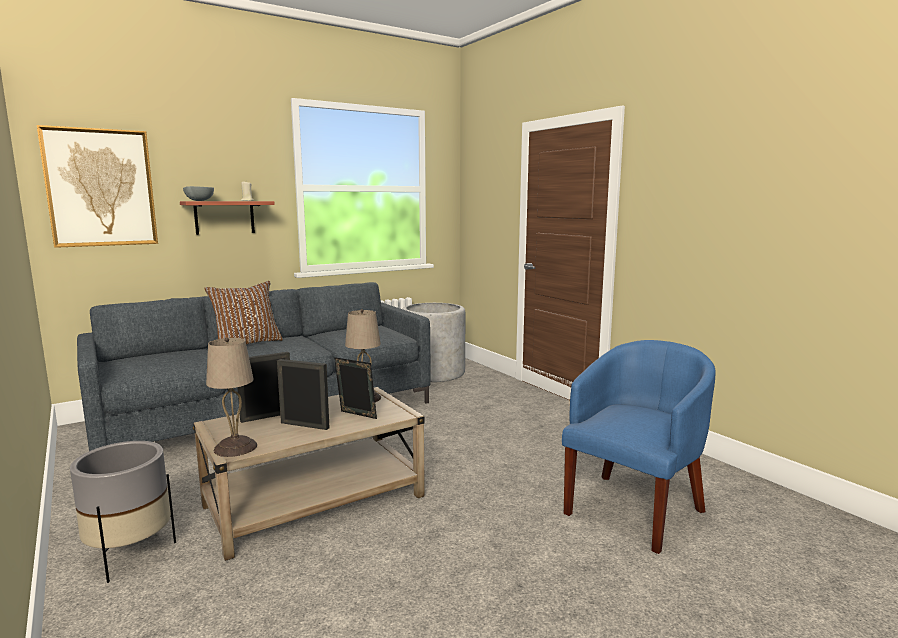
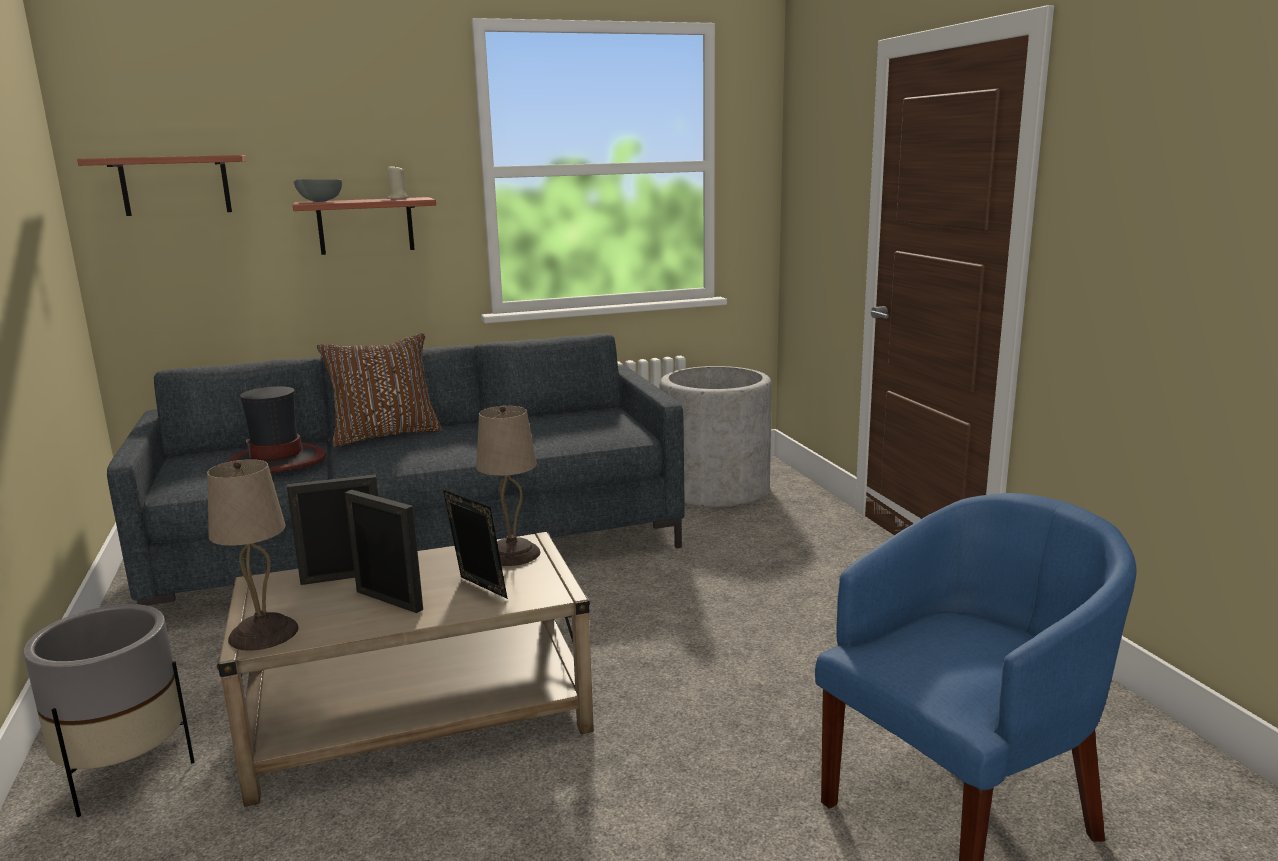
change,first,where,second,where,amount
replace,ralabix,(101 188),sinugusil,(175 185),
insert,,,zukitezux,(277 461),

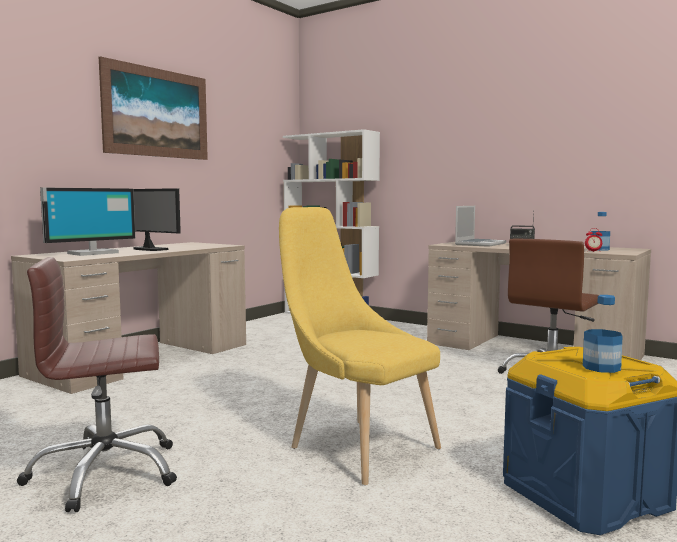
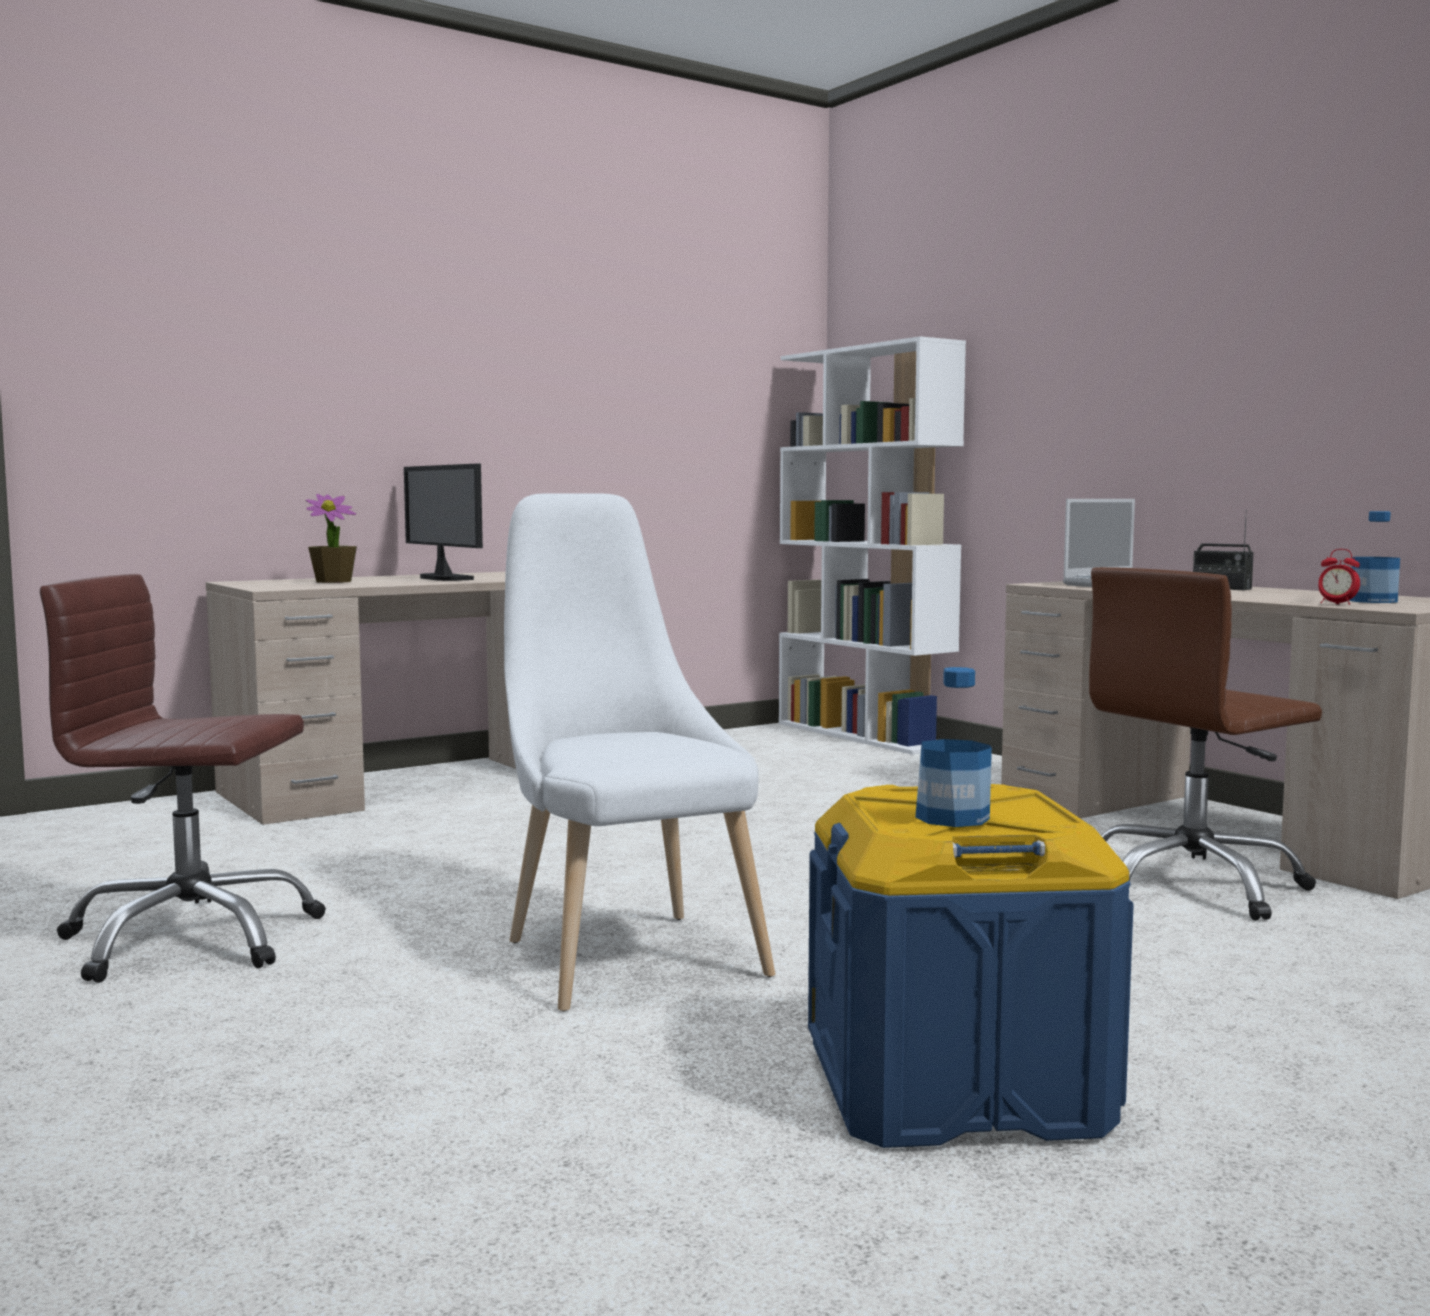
change,first,where,second,where,amount
replace,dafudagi,(92 253),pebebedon,(334 581),
recolor,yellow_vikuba,(356 446),white_vikuba,(625 953),
delete,ralabix,(157 113),,,

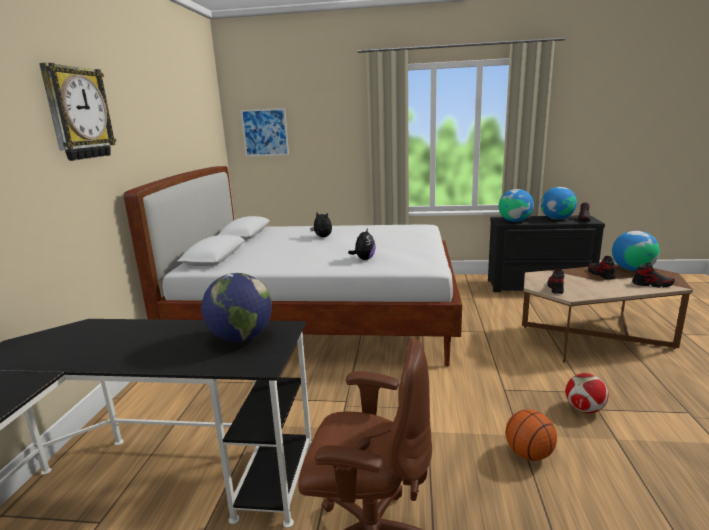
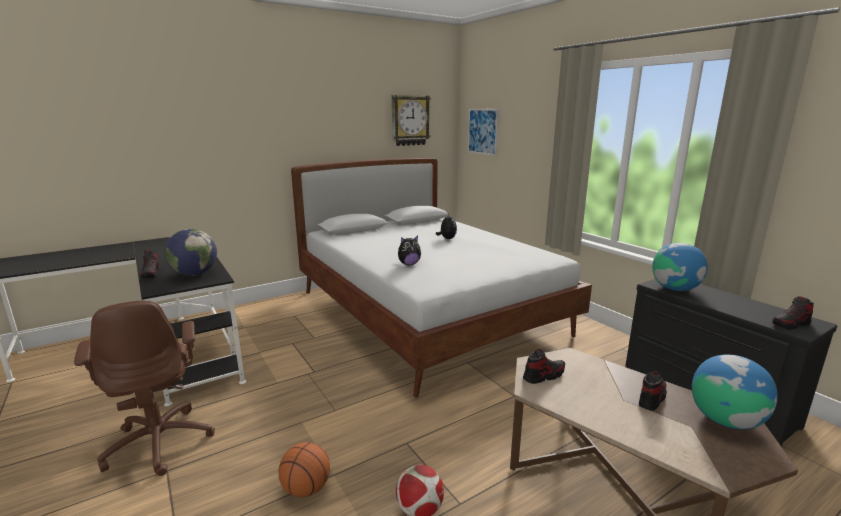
change,first,where,second,where,amount
move,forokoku,(652 284),,(151 274),
move,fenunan,(78 113),,(410 120),
delete,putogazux,(557 219),,,

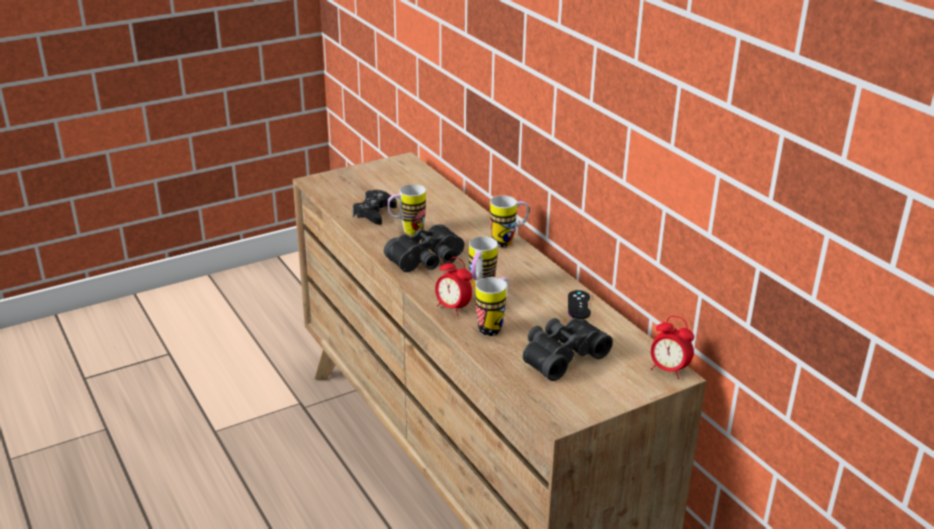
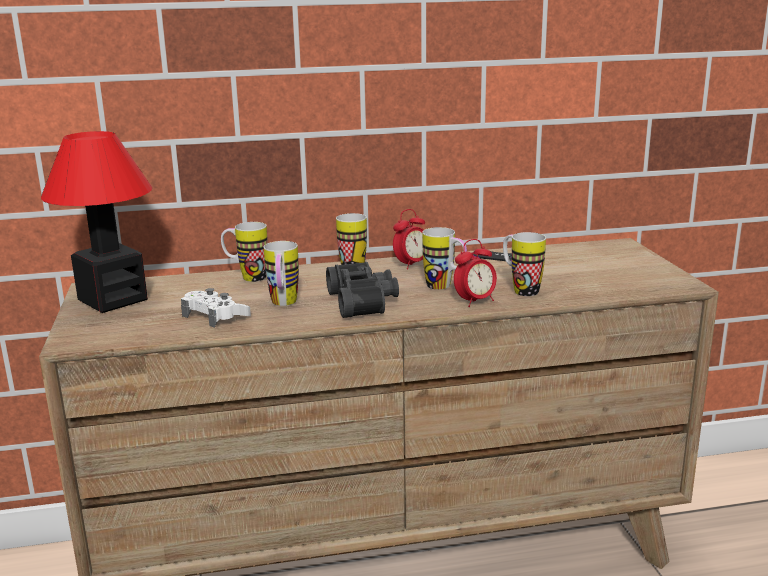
change,first,where,second,where,amount
insert,,,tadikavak,(111 300),
recolor,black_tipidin,(374 213),white_tipidin,(215 316),
insert,,,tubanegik,(247 277),
move,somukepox,(668 370),,(412 265),
delete,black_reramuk,(561 355),,,

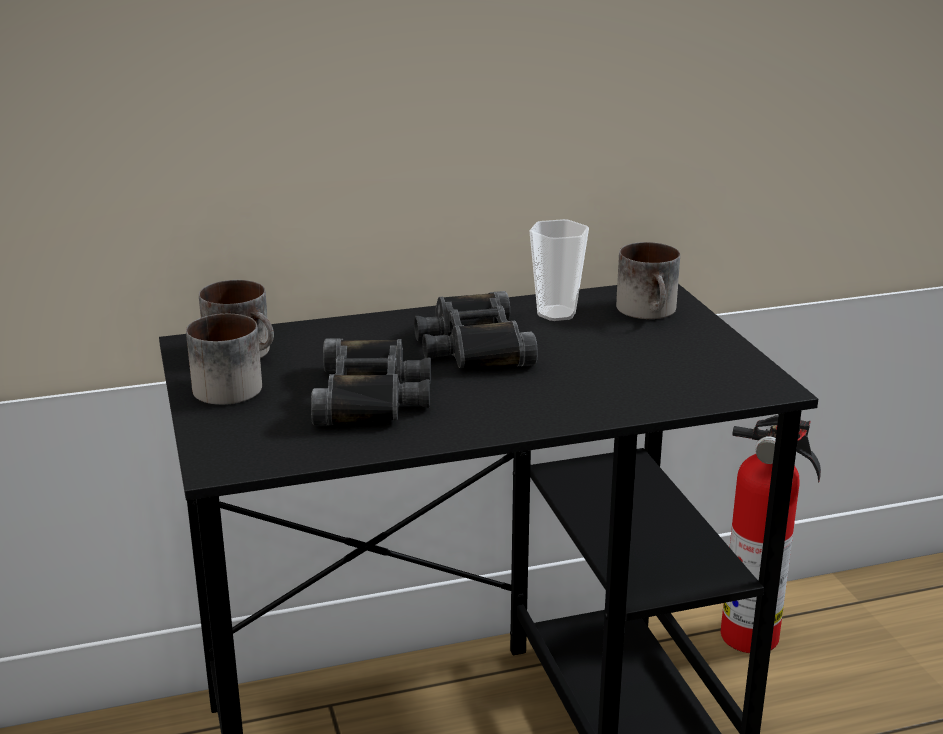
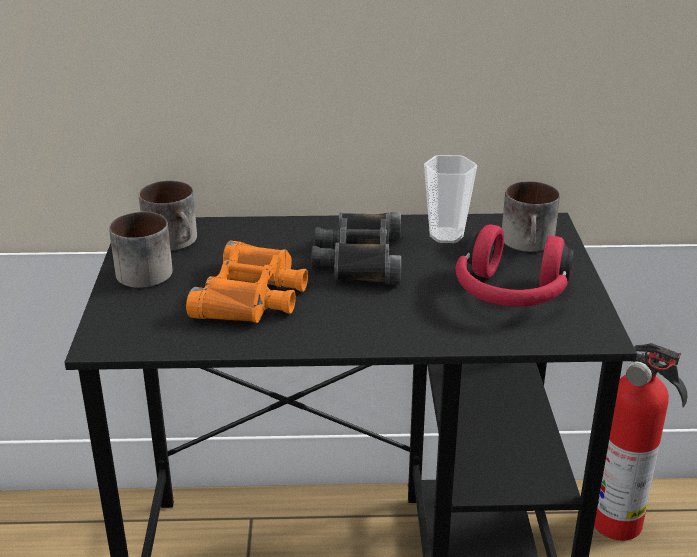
change,first,where,second,where,amount
recolor,black_reramuk,(372 395),orange_reramuk,(252 295),
insert,,,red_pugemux,(509 294),

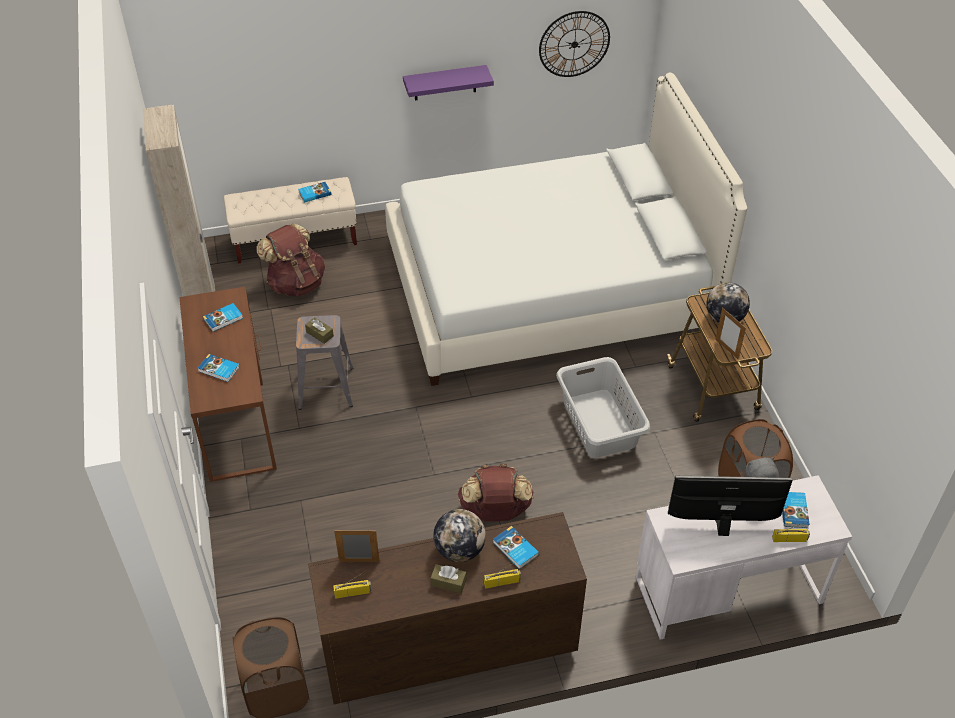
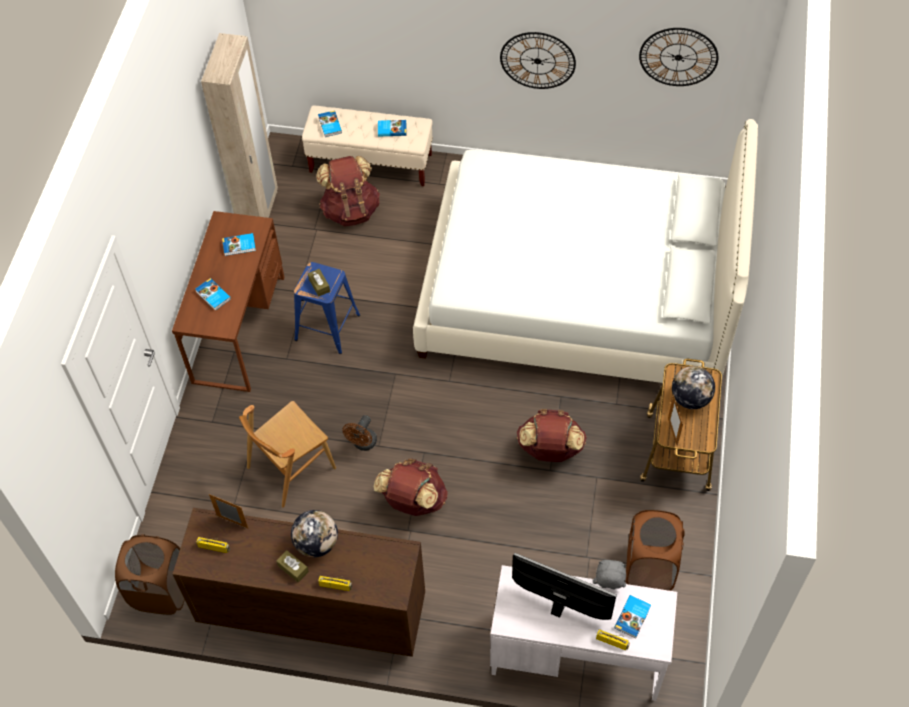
change,first,where,second,where,amount
insert,,,brown_vikuba,(290 467),
recolor,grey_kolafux,(327 388),blue_kolafux,(328 327),
move,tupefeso,(515 549),,(329 125),
insert,,,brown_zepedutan,(363 444),
replace,purple_sinugusil,(445 83),fenunan,(537 60),
replace,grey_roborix,(599 423),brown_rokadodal,(550 450),

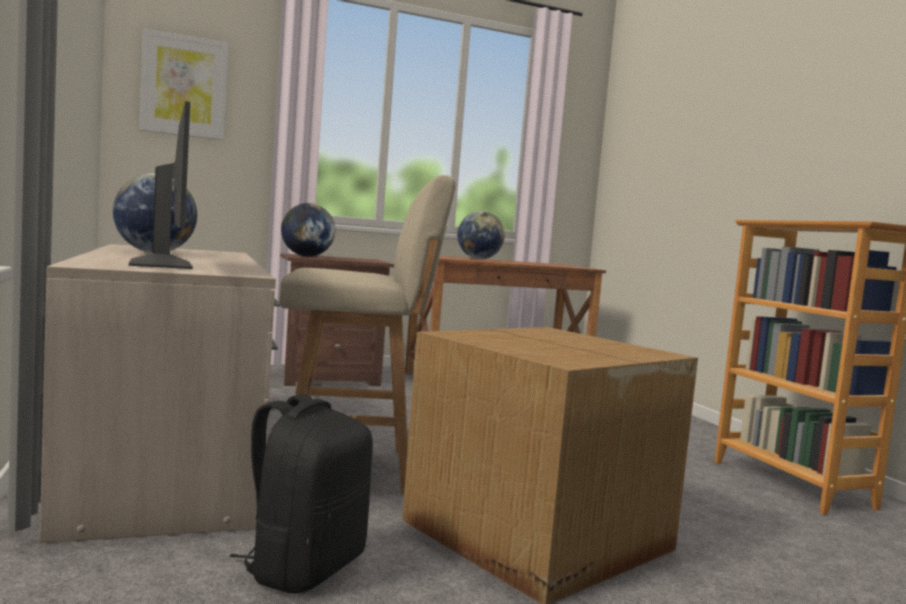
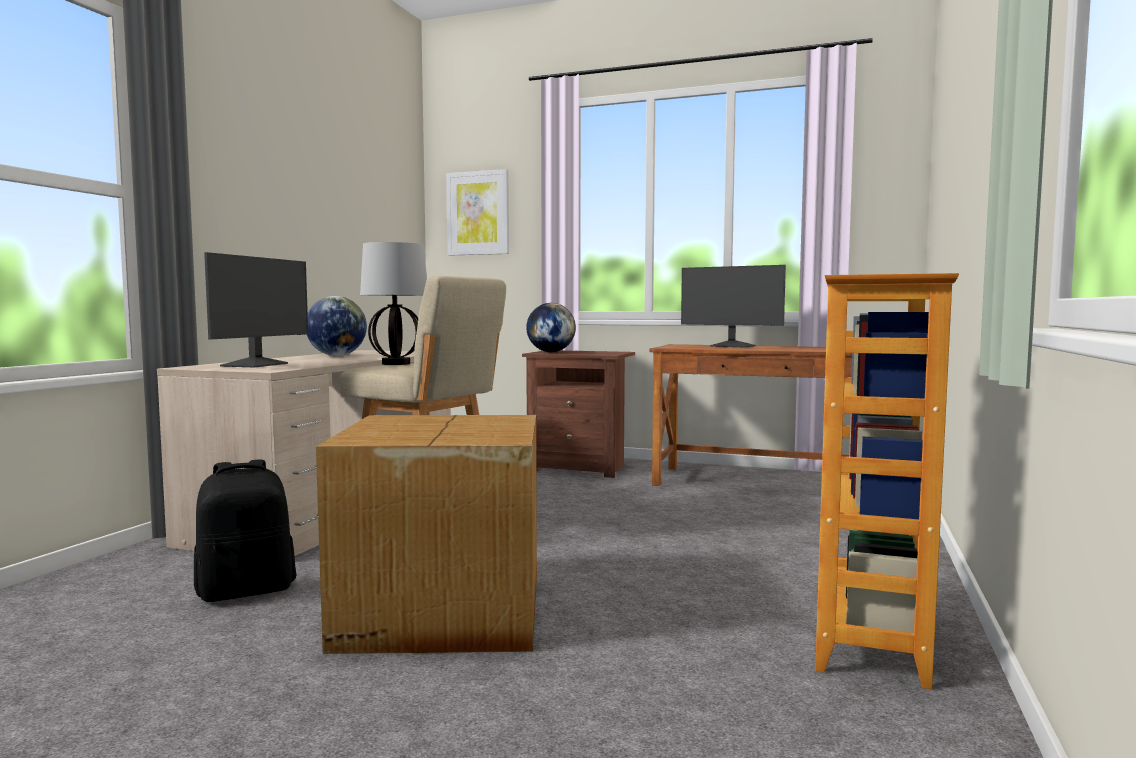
change,first,where,second,where,amount
insert,,,tadikavak,(397 364),
replace,putogazux,(479 259),dafudagi,(732 346),

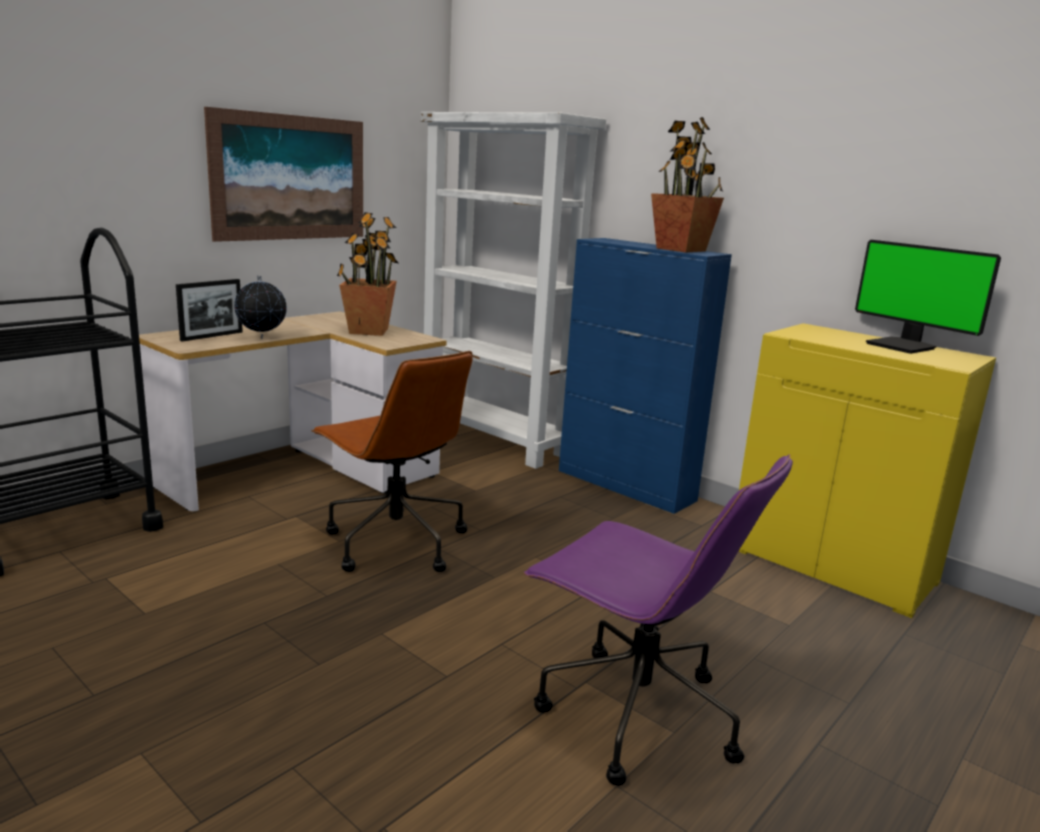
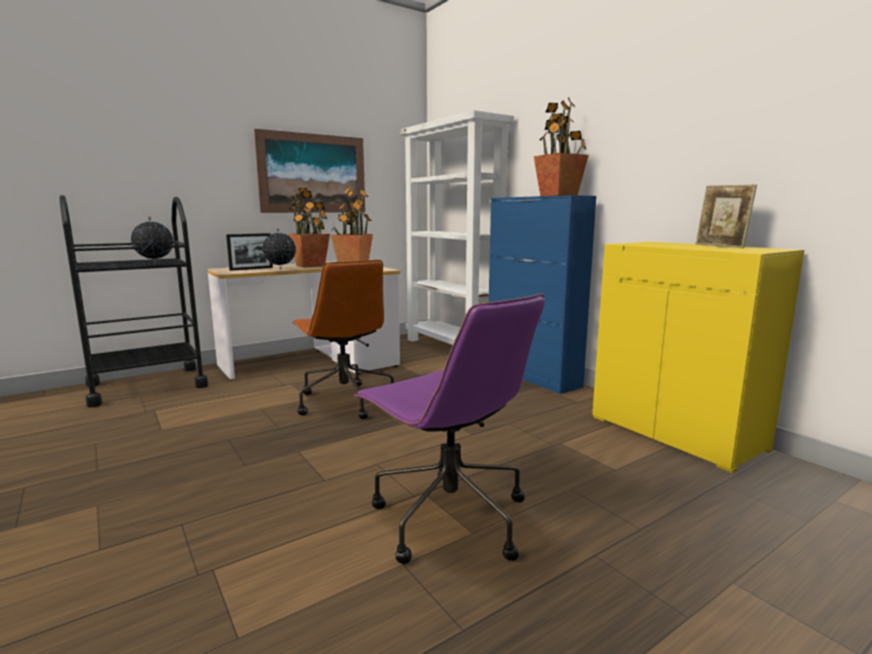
change,first,where,second,where,amount
insert,,,putogazux,(155 264),
insert,,,pebebedon,(311 266),
replace,dafudagi,(903 346),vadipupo,(720 246),

